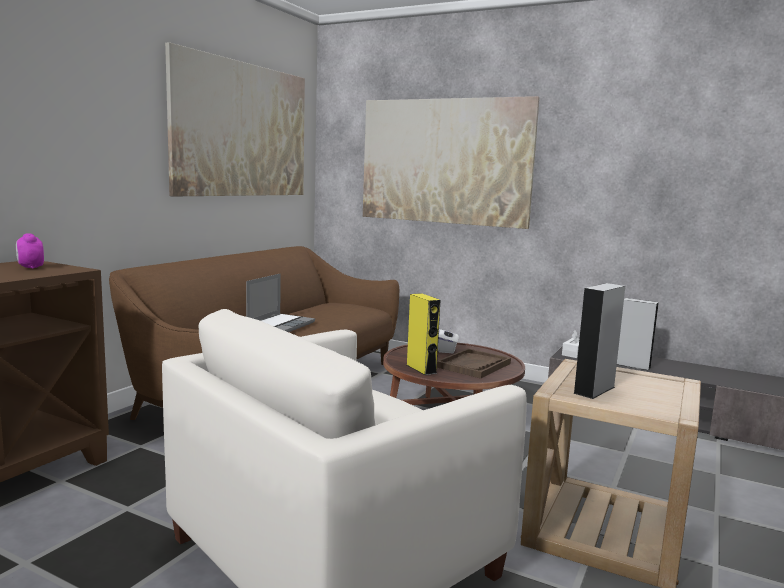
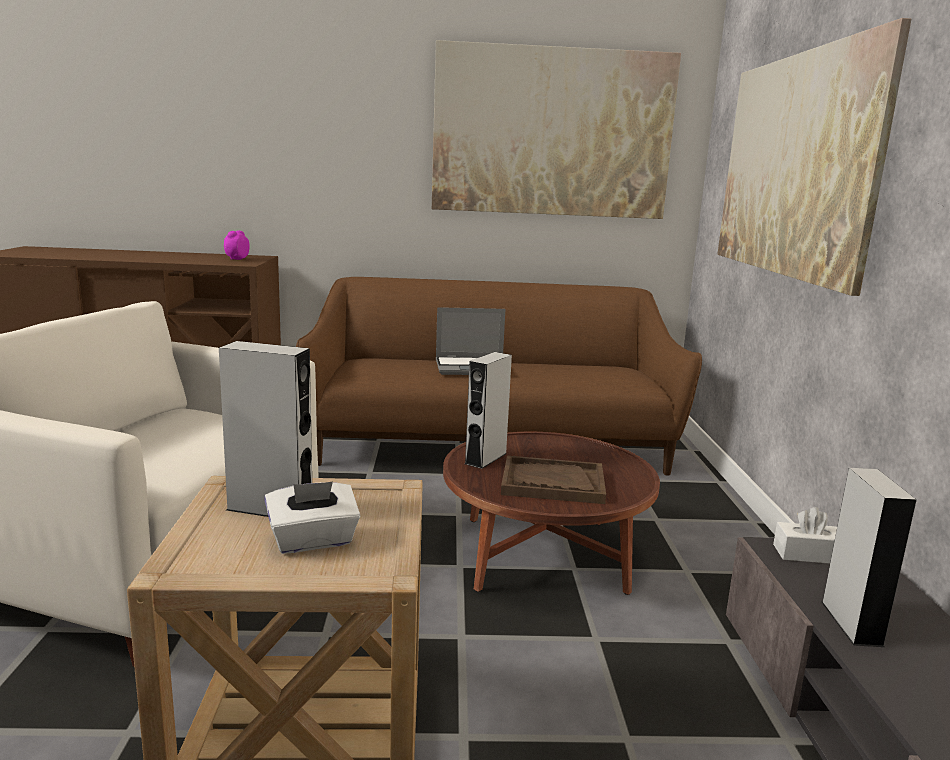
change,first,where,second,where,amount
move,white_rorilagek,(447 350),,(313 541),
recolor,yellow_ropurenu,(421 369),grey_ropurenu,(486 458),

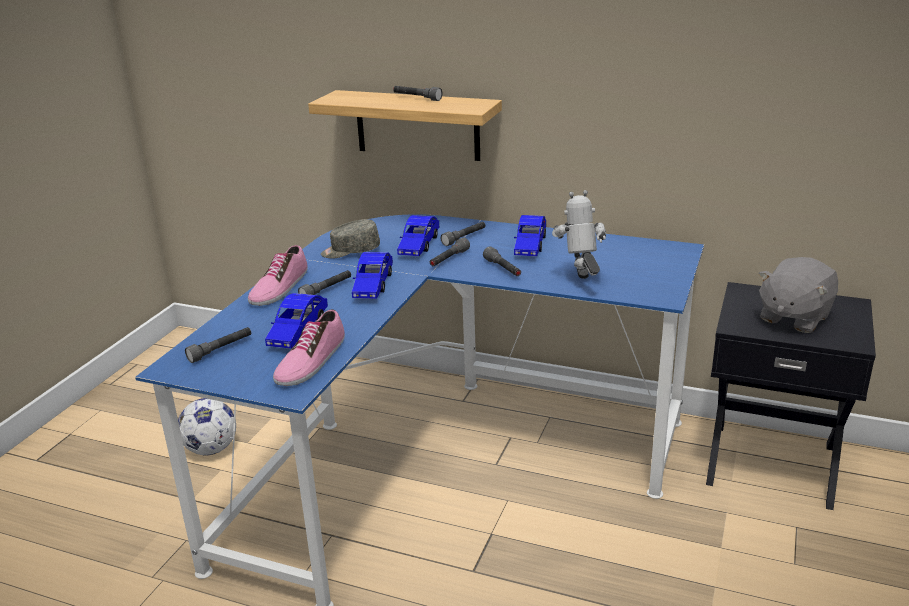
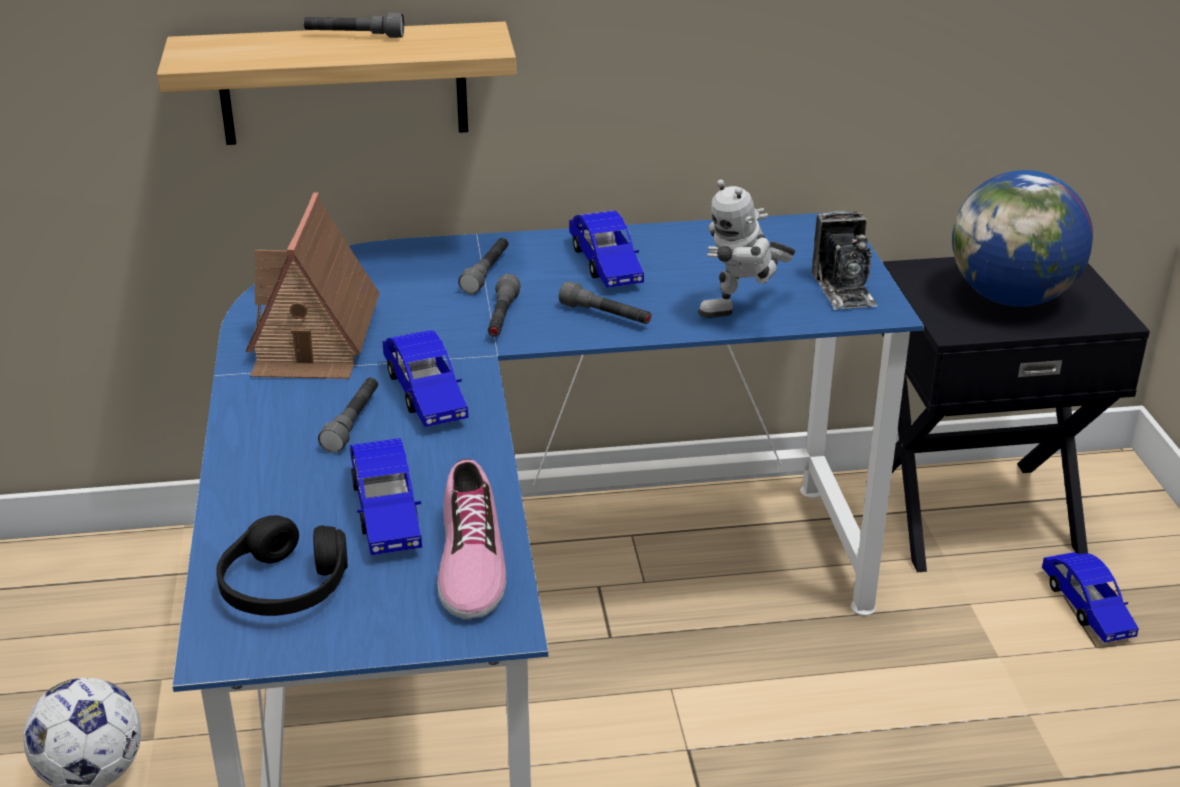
change,first,where,second,where,amount
replace,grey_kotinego,(221 350),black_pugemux,(284 586),
replace,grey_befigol,(350 251),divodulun,(314 339),
rotate,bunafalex,(581 282),,(743 311),90 degrees counterclockwise
insert,,,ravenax,(844 289),
replace,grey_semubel,(793 317),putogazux,(1012 298),
move,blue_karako,(419 245),,(1086 607),
delete,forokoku,(279 288),,,

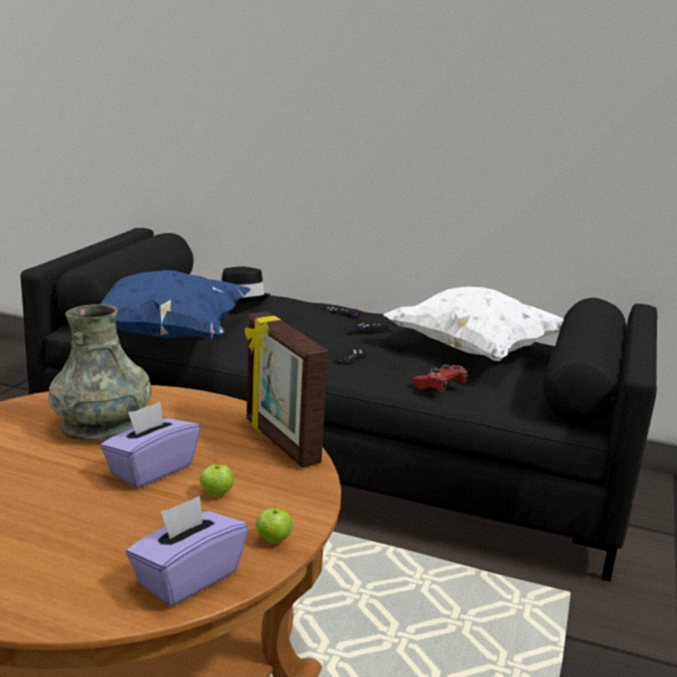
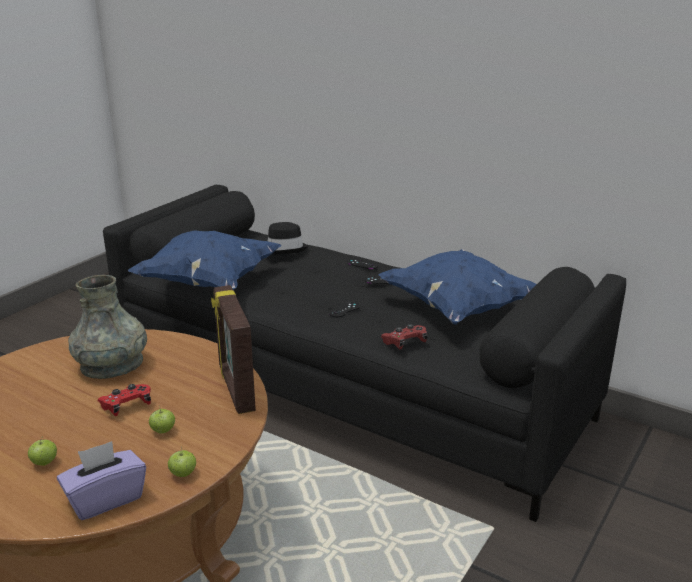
change,first,where,second,where,amount
insert,,,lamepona,(44 463),
replace,purple_rorilagek,(151 470),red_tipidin,(127 406),
recolor,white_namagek,(473 351),blue_namagek,(457 308),

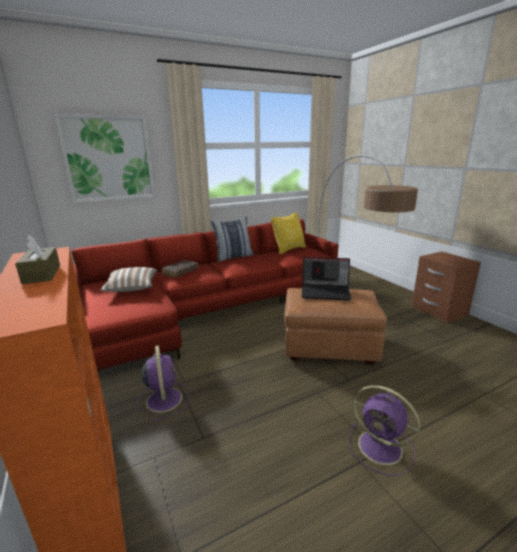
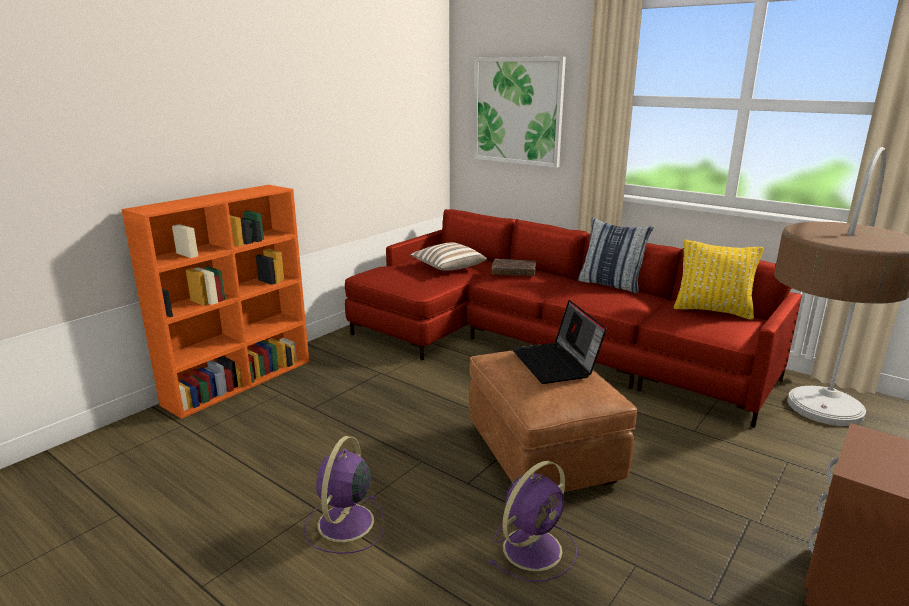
change,first,where,second,where,amount
move,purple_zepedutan,(164 398),,(534 547),
delete,brown_rorilagek,(42 274),,,

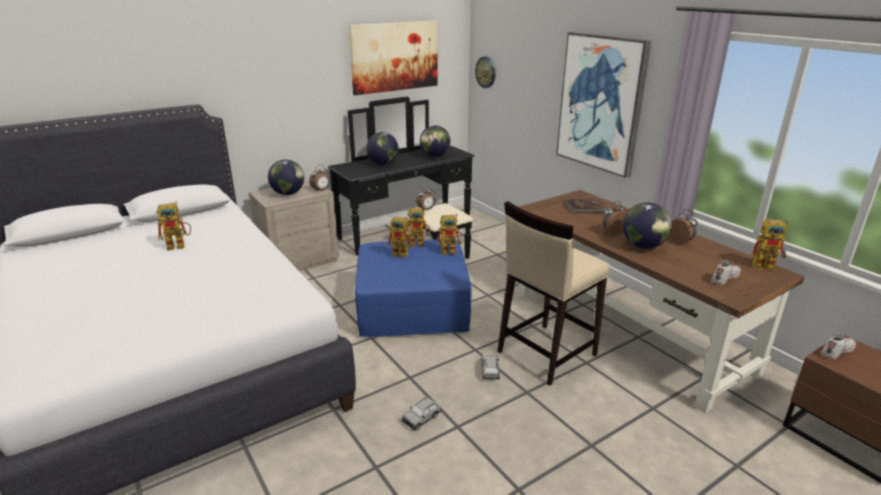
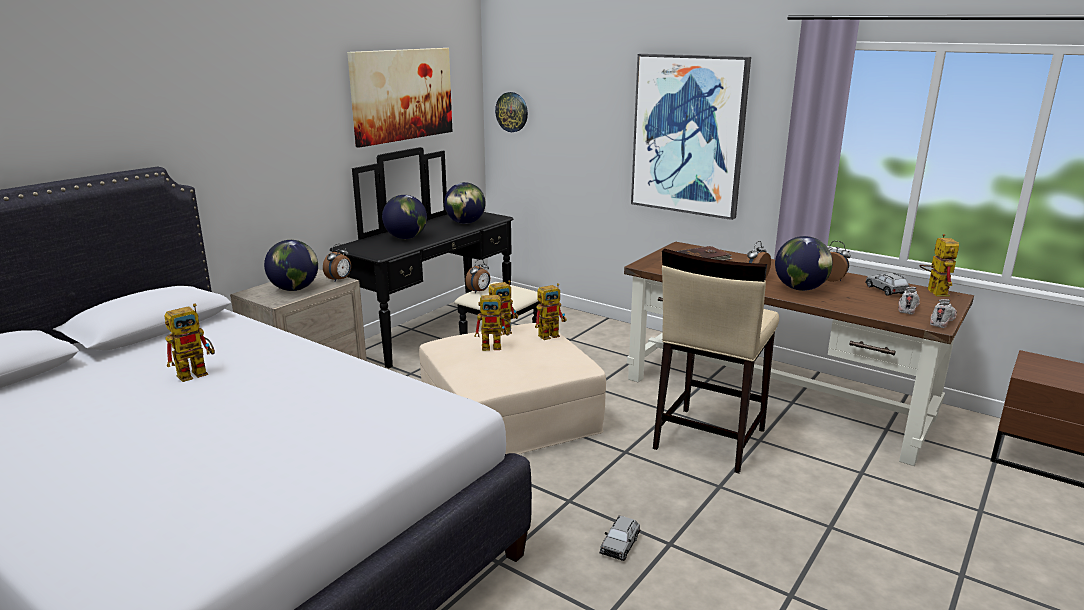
change,first,where,second,where,amount
recolor,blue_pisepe,(412 306),beige_pisepe,(509 416),
move,grey_karako,(490 371),,(886 290),
rotate,bunafalex,(767 266),,(933 291),75 degrees counterclockwise
move,white_forokoku,(837 351),,(942 320),

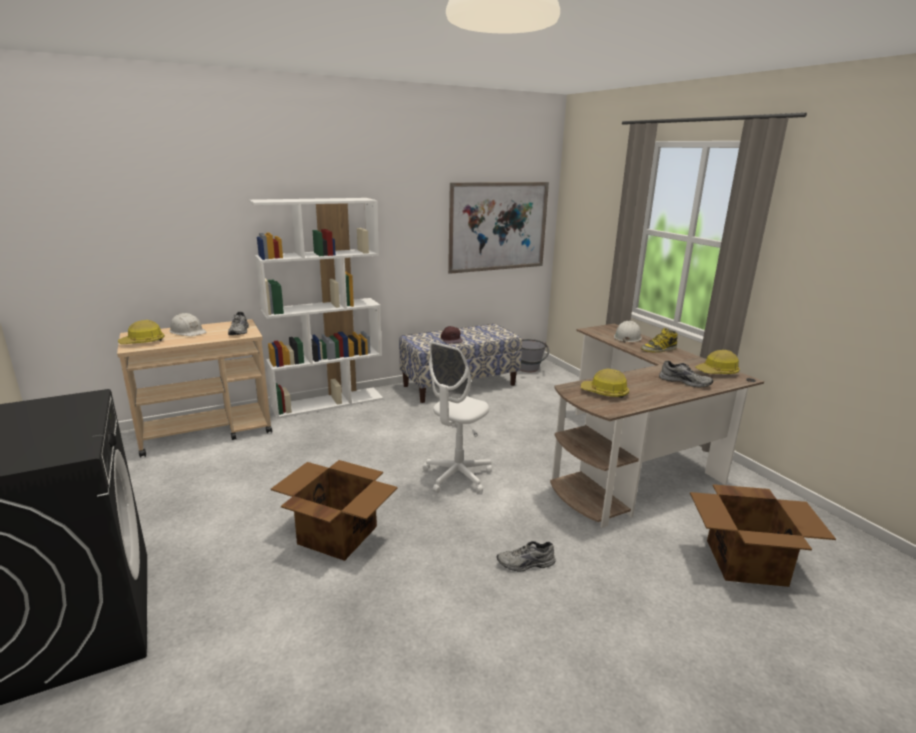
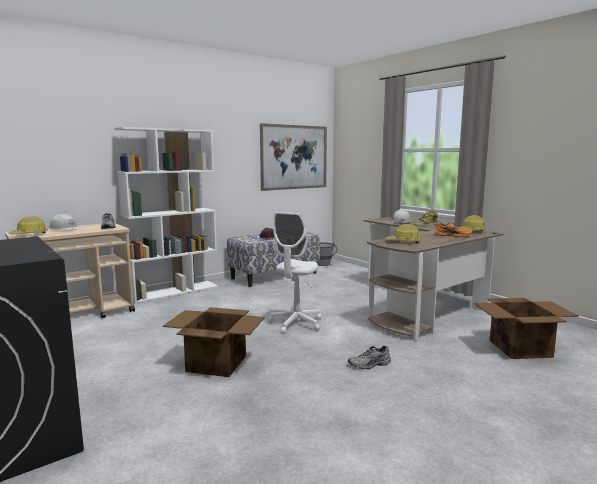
change,first,where,second,where,amount
recolor,grey_forokoku,(685 381),orange_forokoku,(453 235),

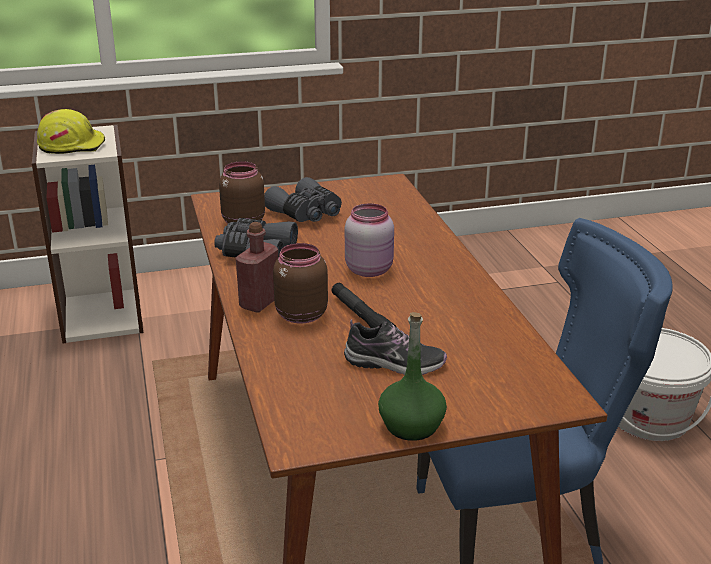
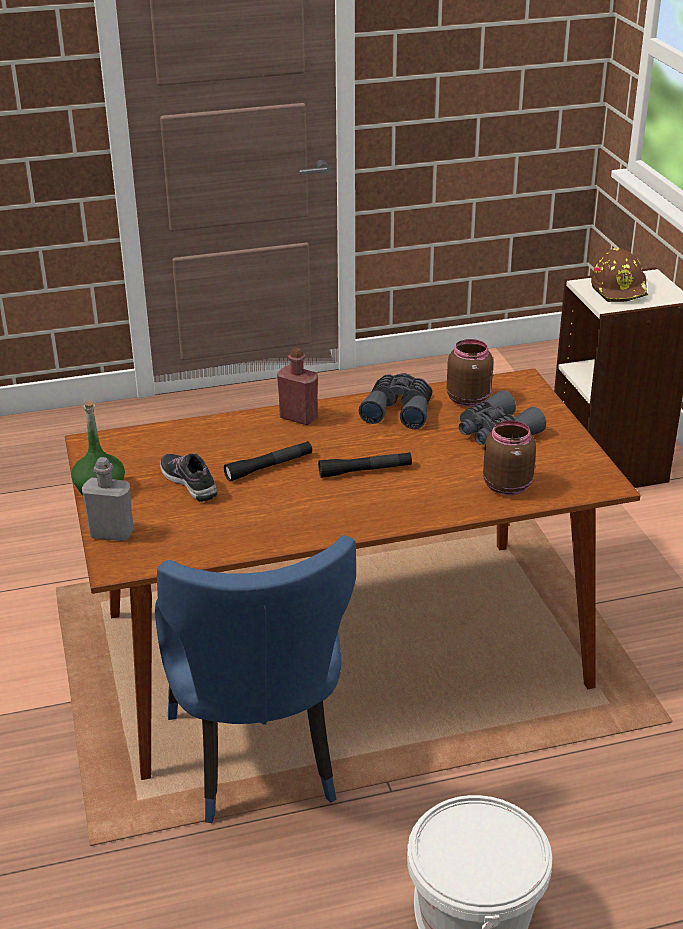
change,first,where,second,where,amount
insert,,,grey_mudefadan,(112 533),
rotate,forokoku,(394 363),,(189 483),135 degrees clockwise
replace,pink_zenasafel,(370 269),black_kotinego,(365 471),
move,brown_zenasafel,(300 315),,(507 485),
recolor,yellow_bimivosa,(72 145),brown_bimivosa,(620 289),

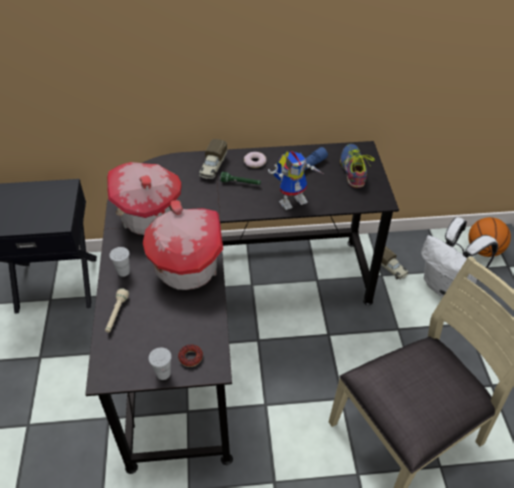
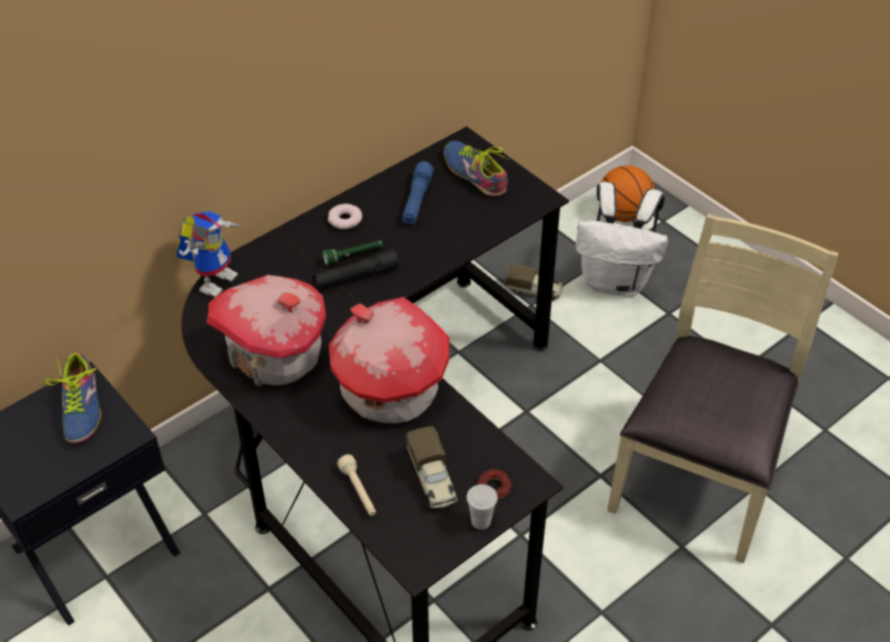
change,first,where,second,where,amount
insert,,,forokoku,(81 407),
move,bunafalex,(293 199),,(215 278),
insert,,,black_kotinego,(355 277),
move,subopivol,(213 167),,(432 479),
delete,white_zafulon,(123 272),,,

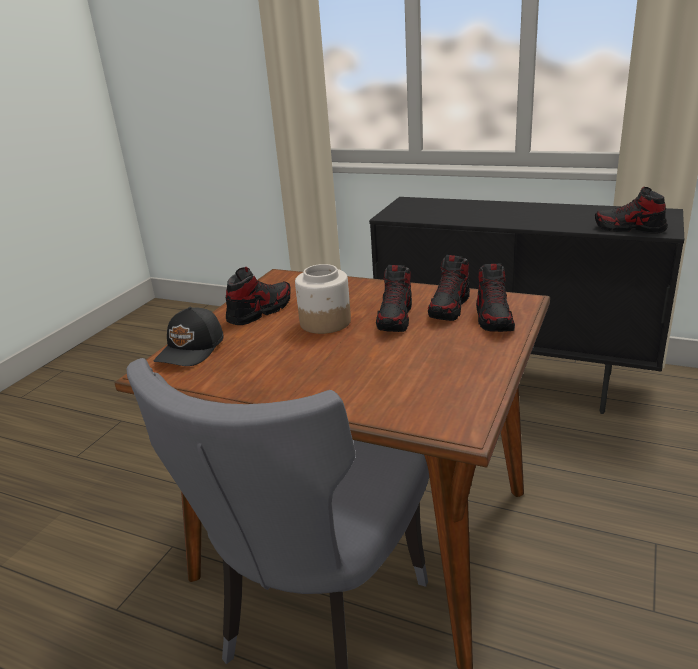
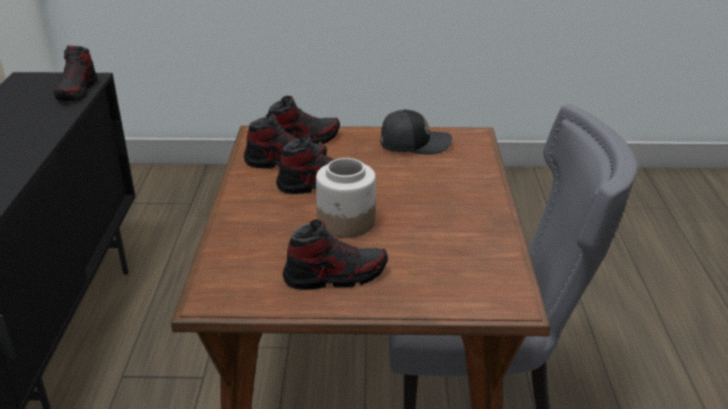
change,first,where,second,where,amount
rotate,forokoku,(260 311),,(335 276),150 degrees clockwise
move,black_befigol,(192 350),,(414 143),

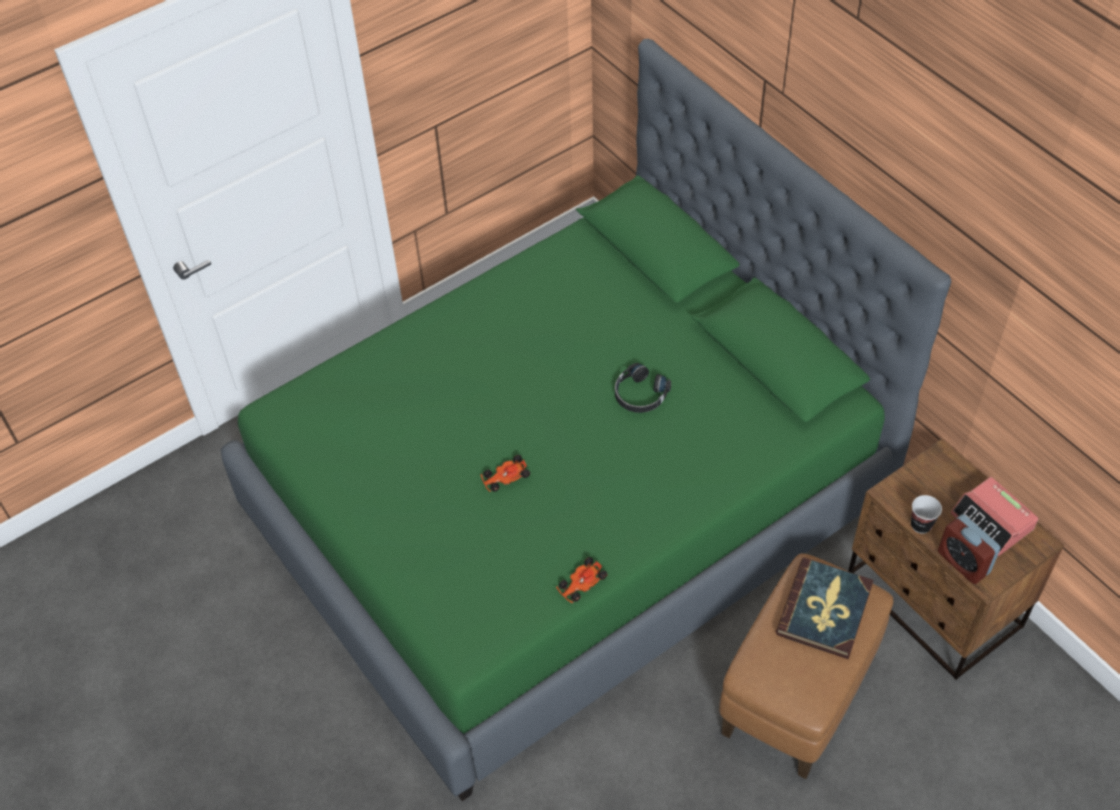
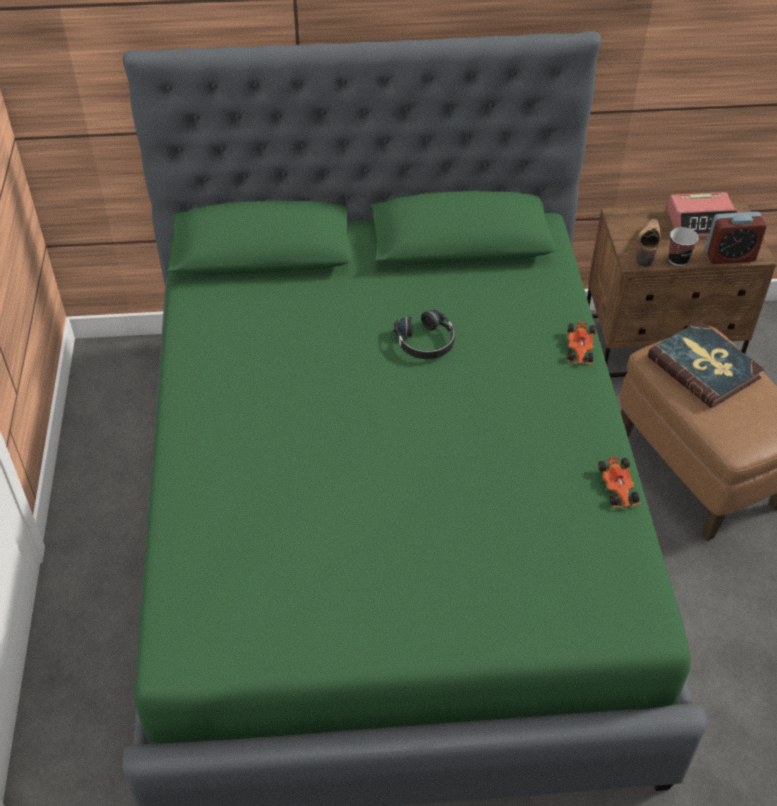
change,first,where,second,where,amount
move,karako,(505 477),,(580 349),
insert,,,forokoku,(647 247),

